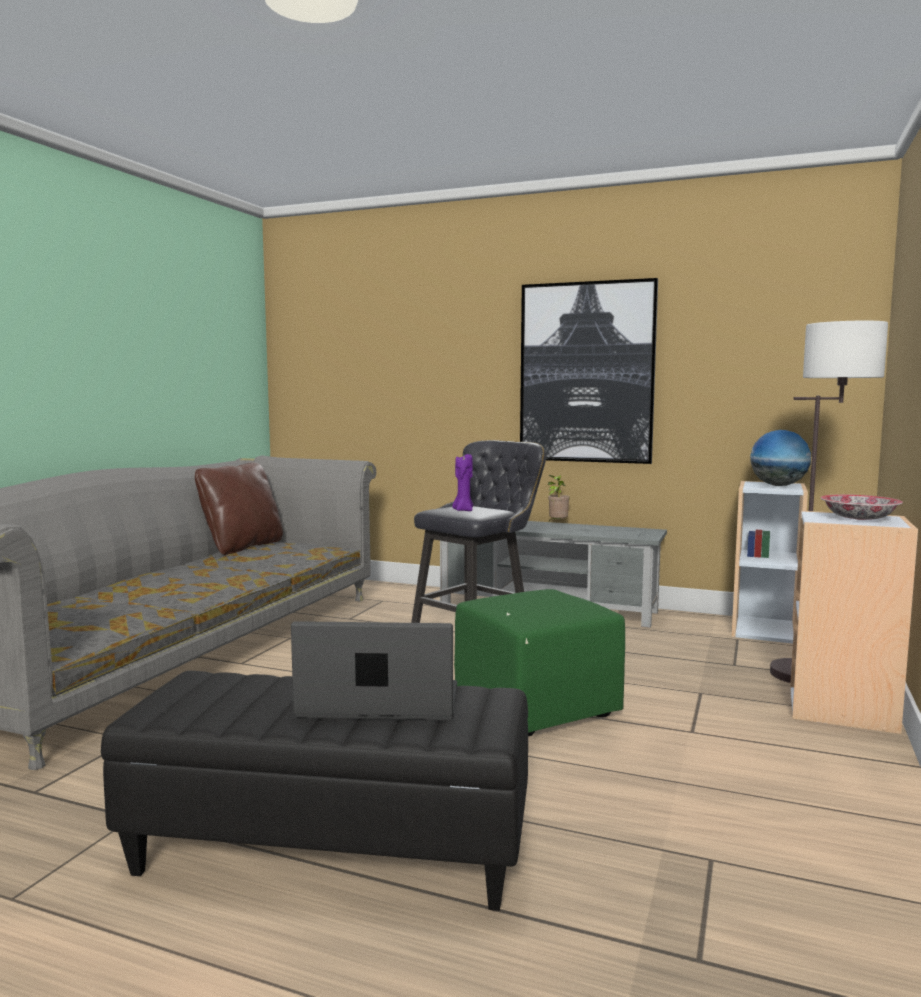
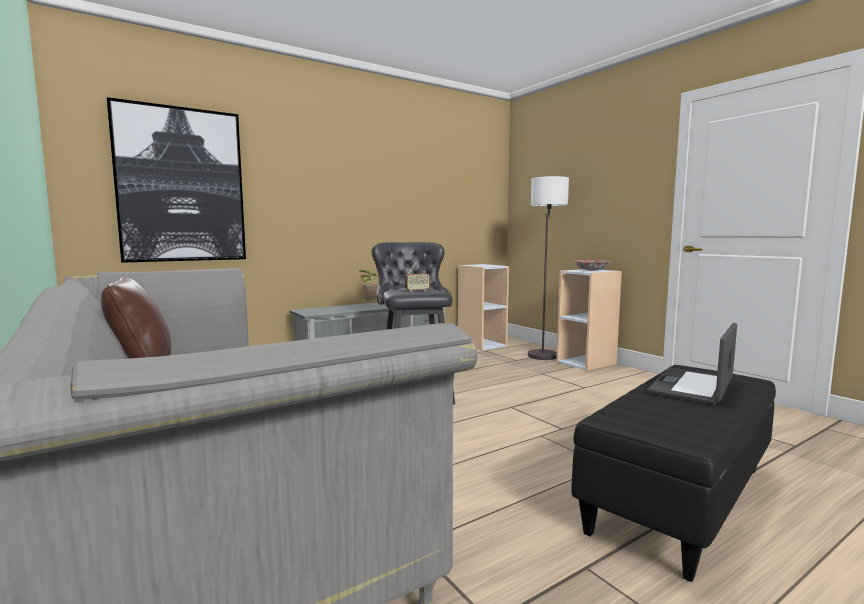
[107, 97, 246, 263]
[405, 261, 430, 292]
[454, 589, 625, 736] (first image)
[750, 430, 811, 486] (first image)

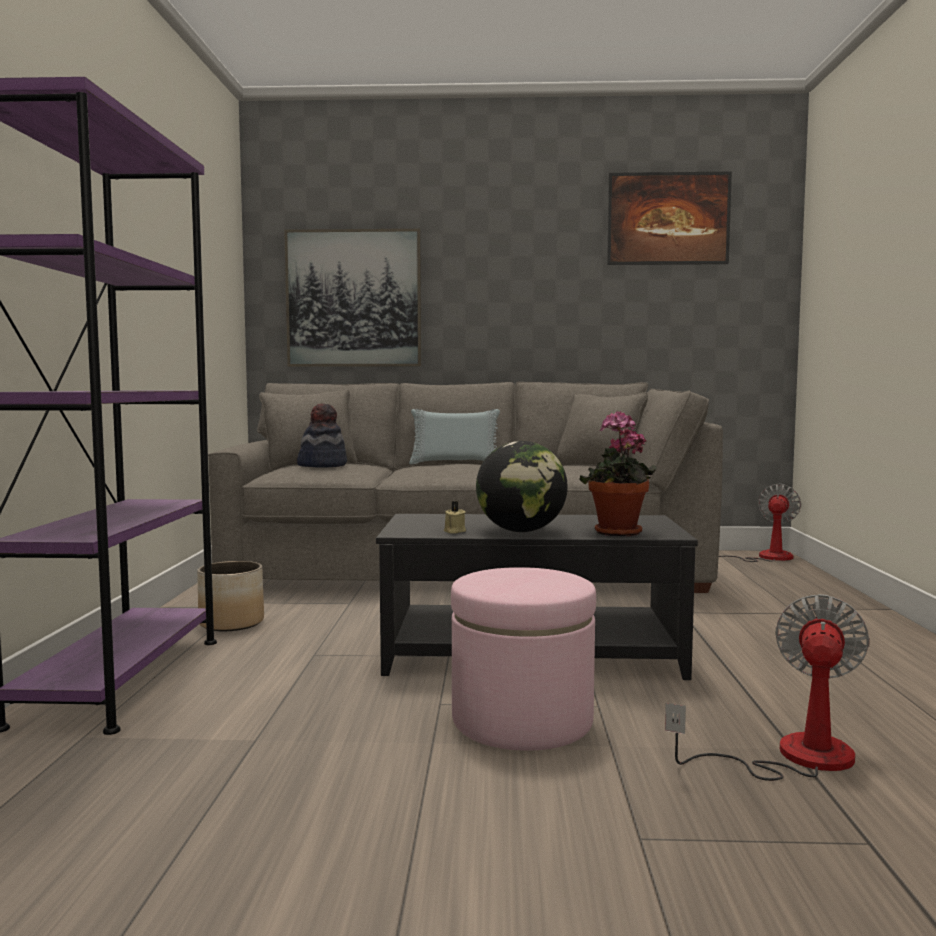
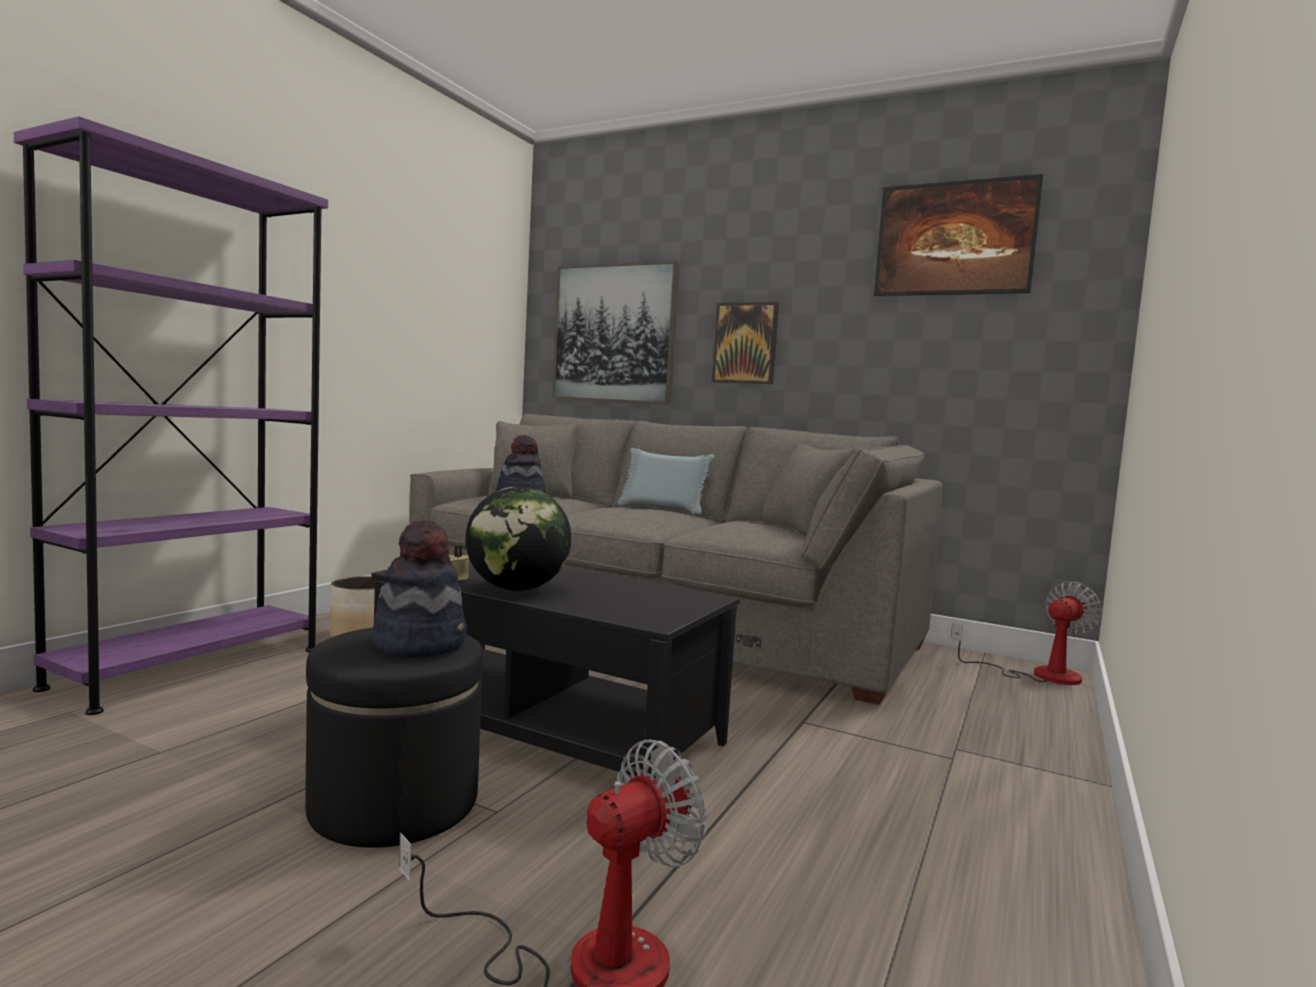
[305, 627, 484, 848]
[371, 519, 467, 658]
[712, 302, 779, 384]
[579, 411, 657, 536] (first image)

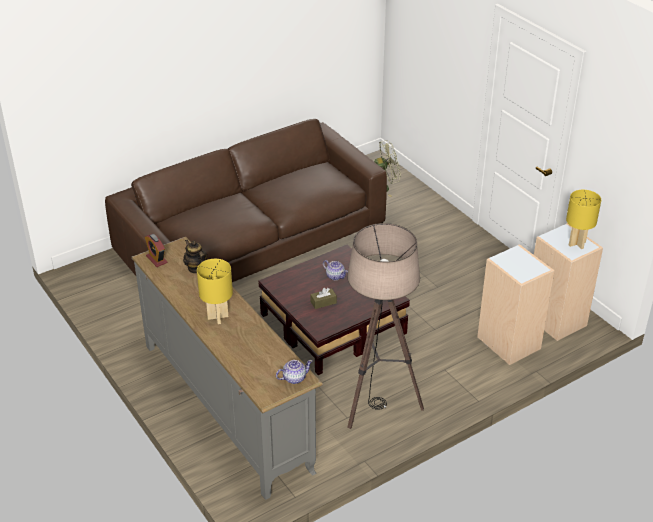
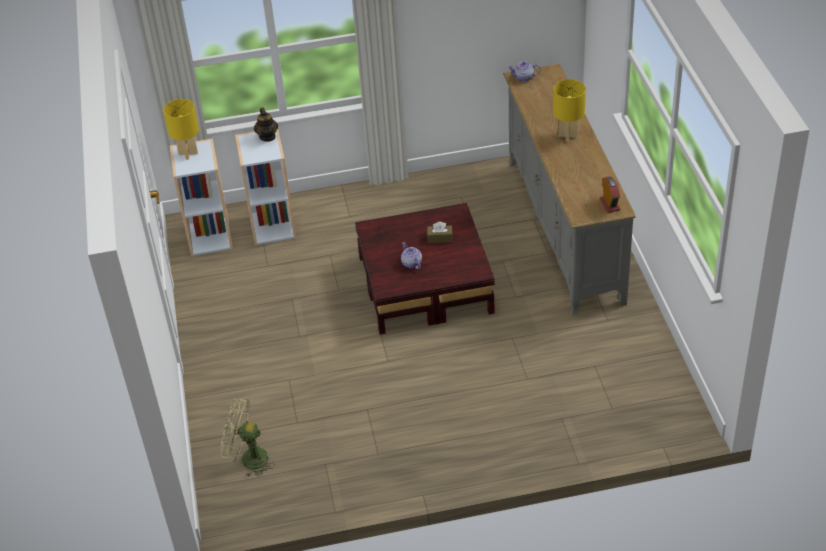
[254, 107, 278, 142]
[105, 119, 387, 282] (first image)
[347, 223, 424, 429] (first image)

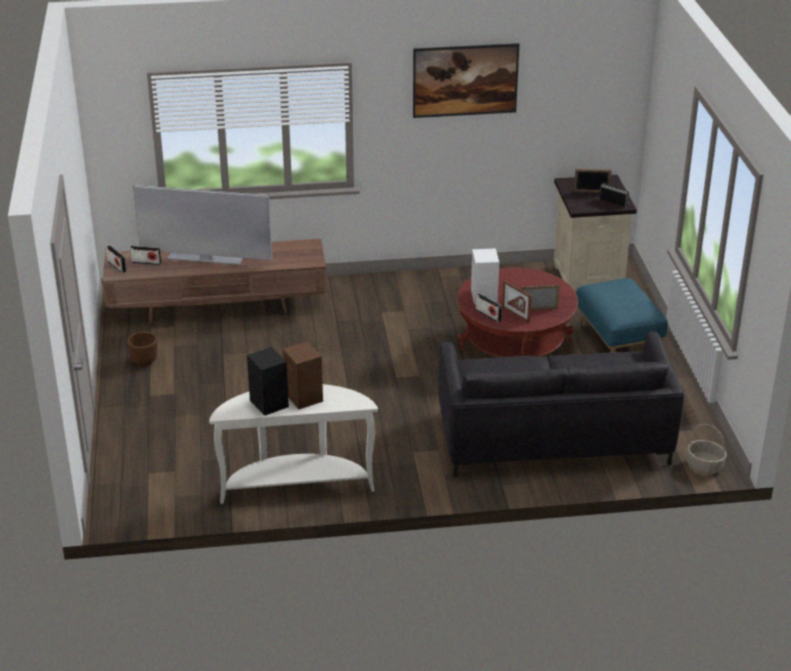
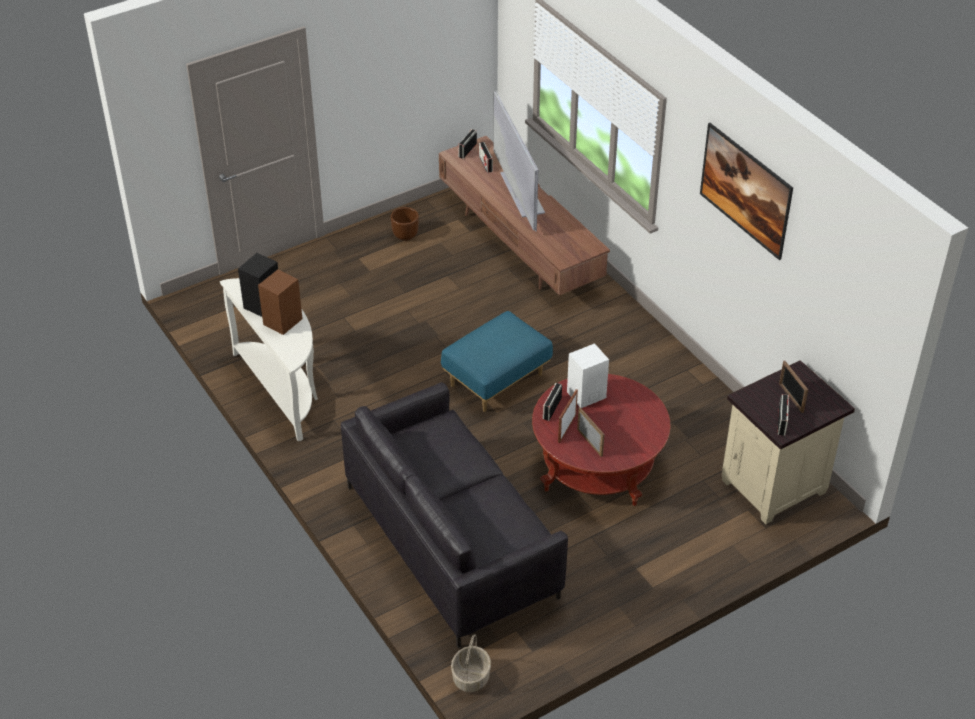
[441, 311, 553, 412]

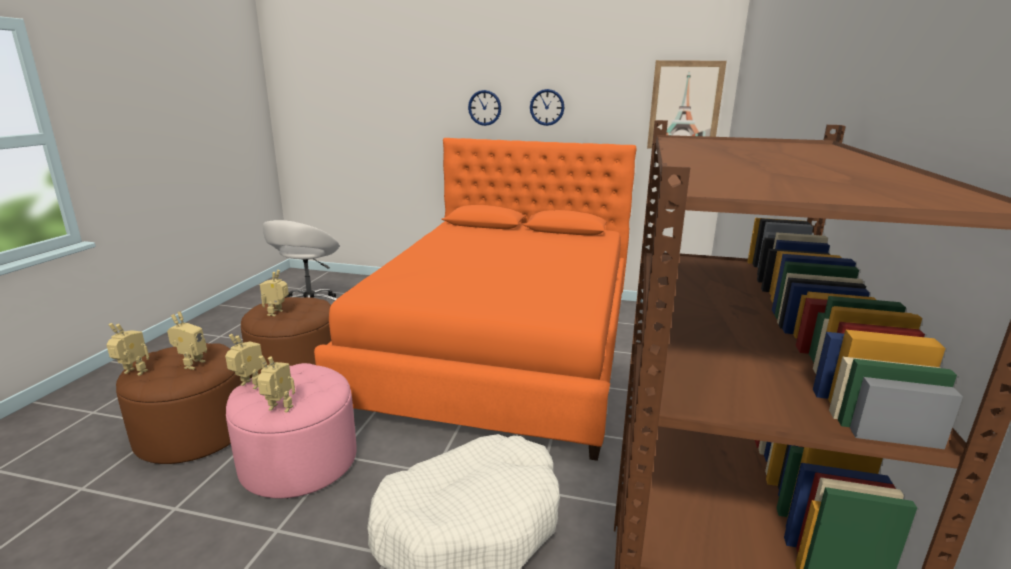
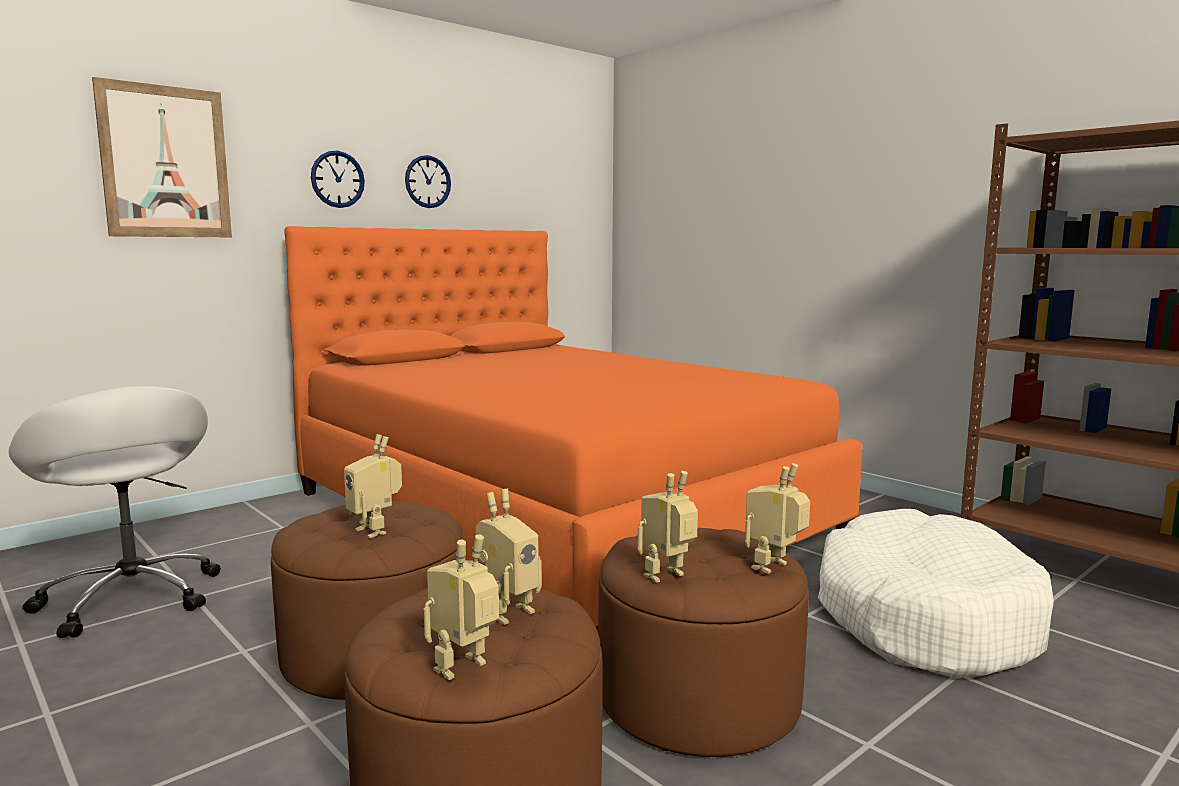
[92, 77, 232, 237]
[476, 489, 542, 625]
[598, 528, 809, 757]

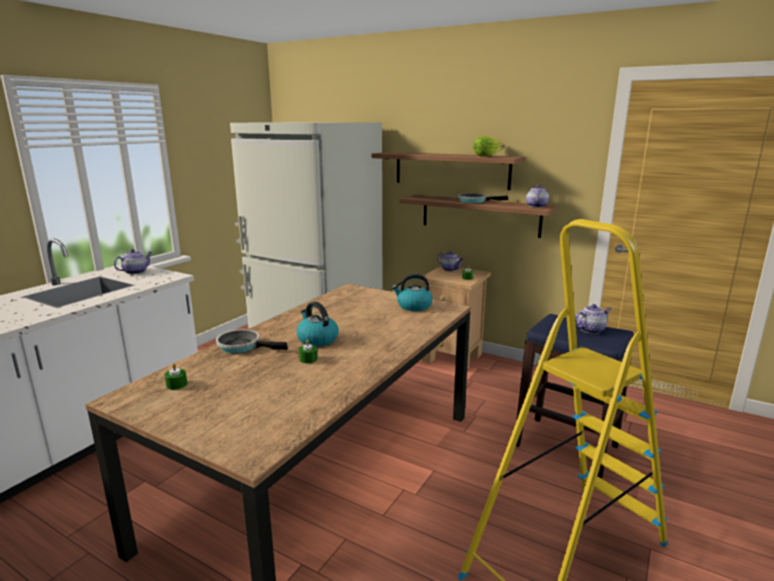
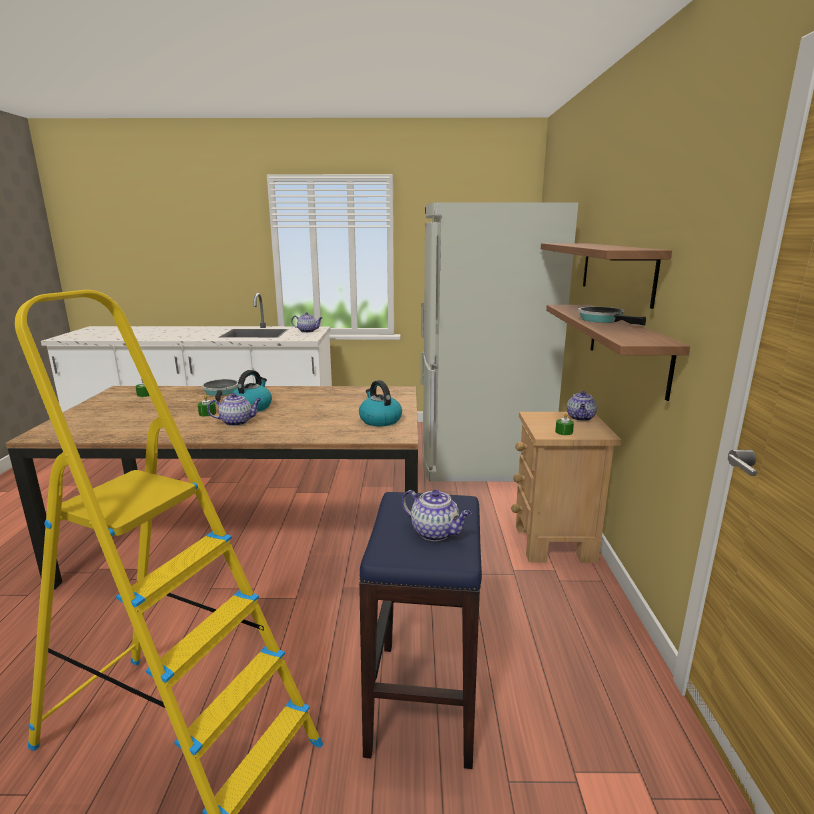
[207, 393, 262, 426]
[473, 136, 503, 157] (first image)

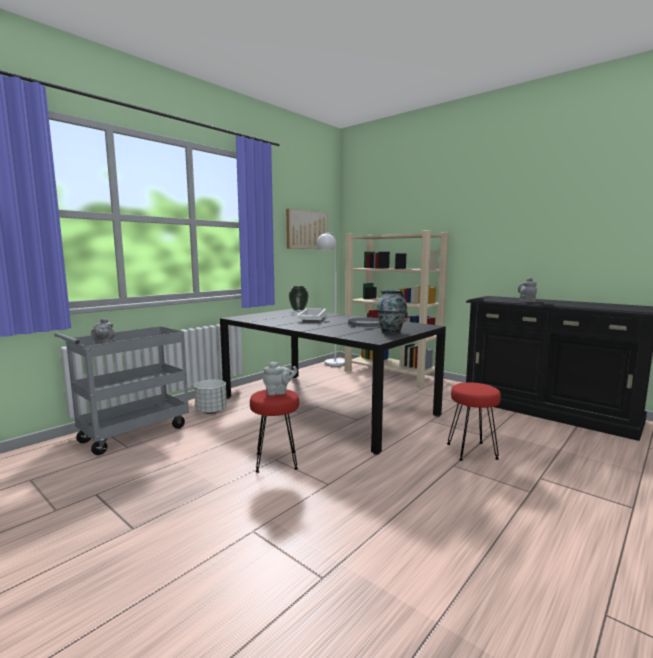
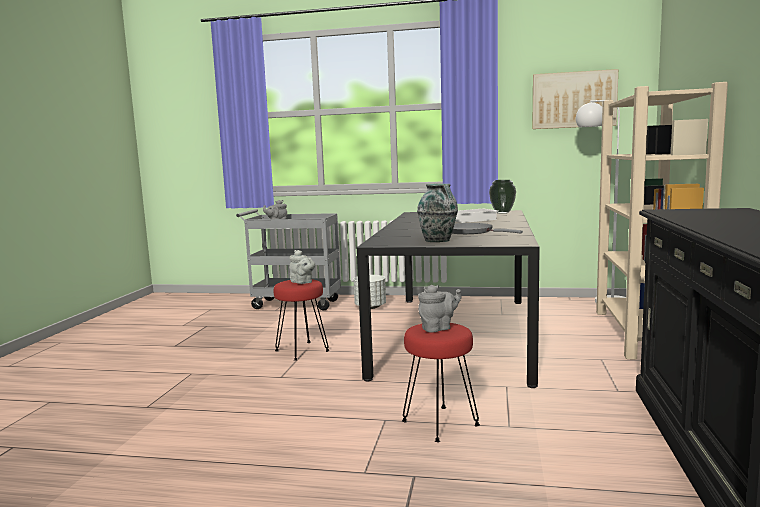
[418, 285, 462, 332]

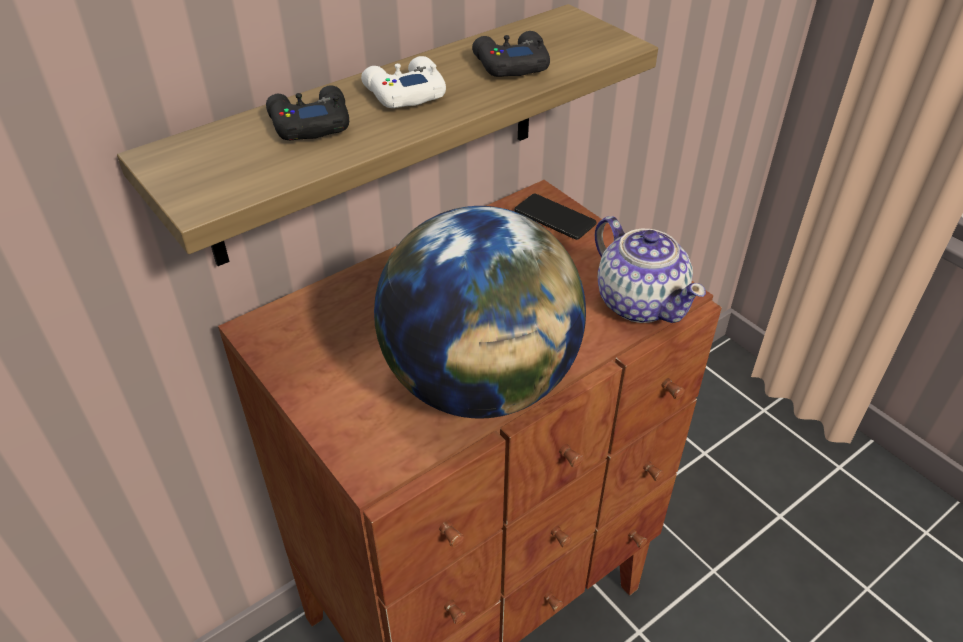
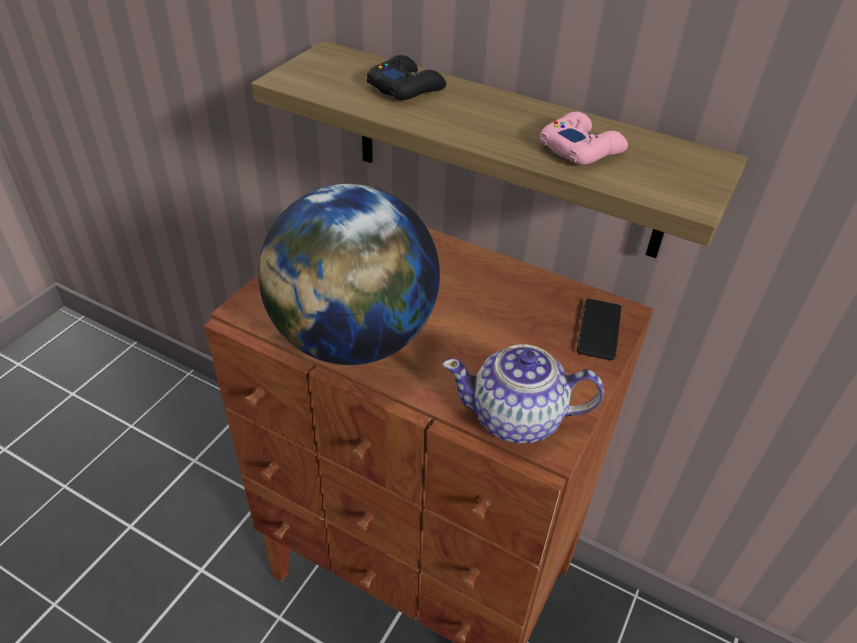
[442, 345, 604, 443]
[540, 112, 628, 165]
[361, 56, 446, 108] (first image)

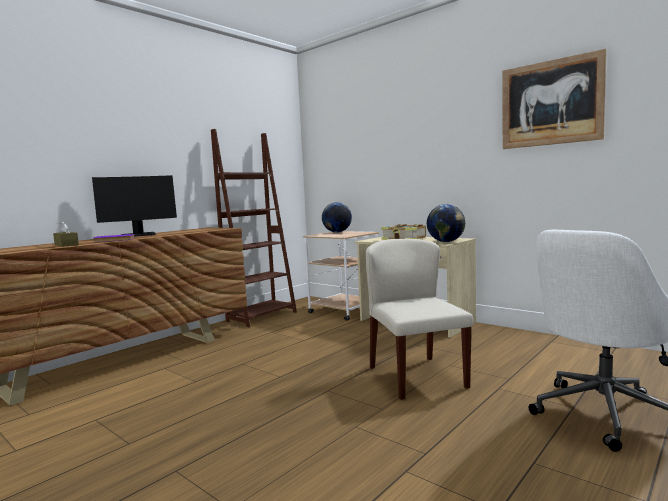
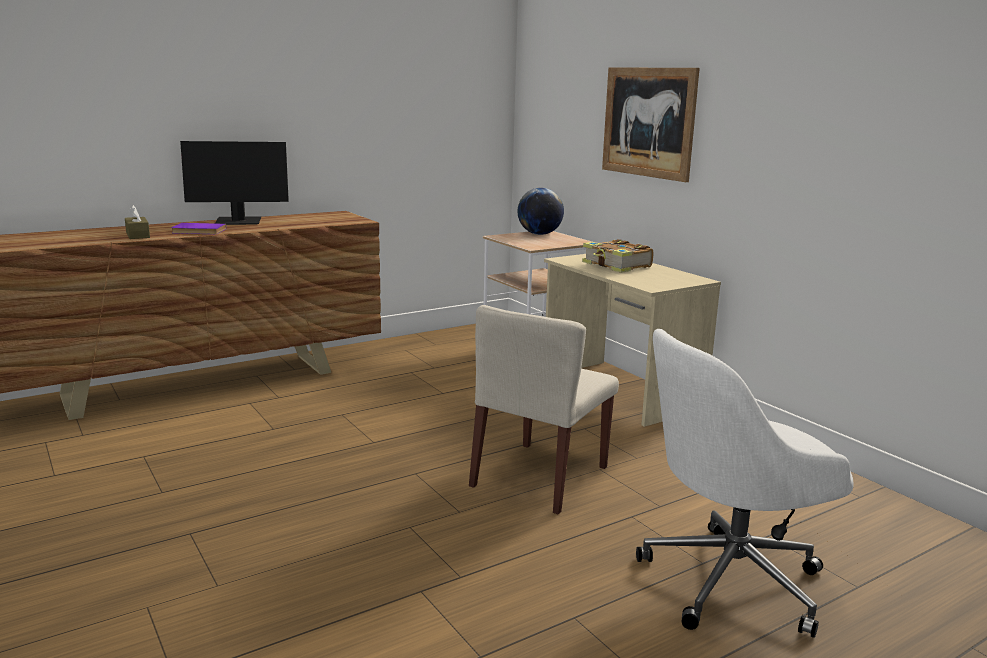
[469, 305, 619, 514]
[602, 68, 700, 182]
[211, 129, 297, 327] (first image)
[427, 204, 465, 242] (first image)

